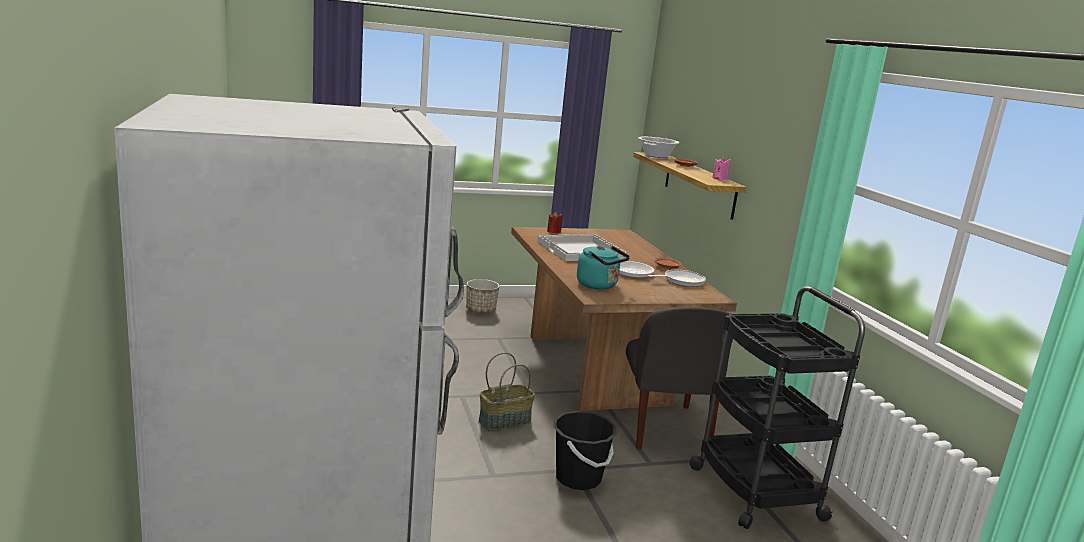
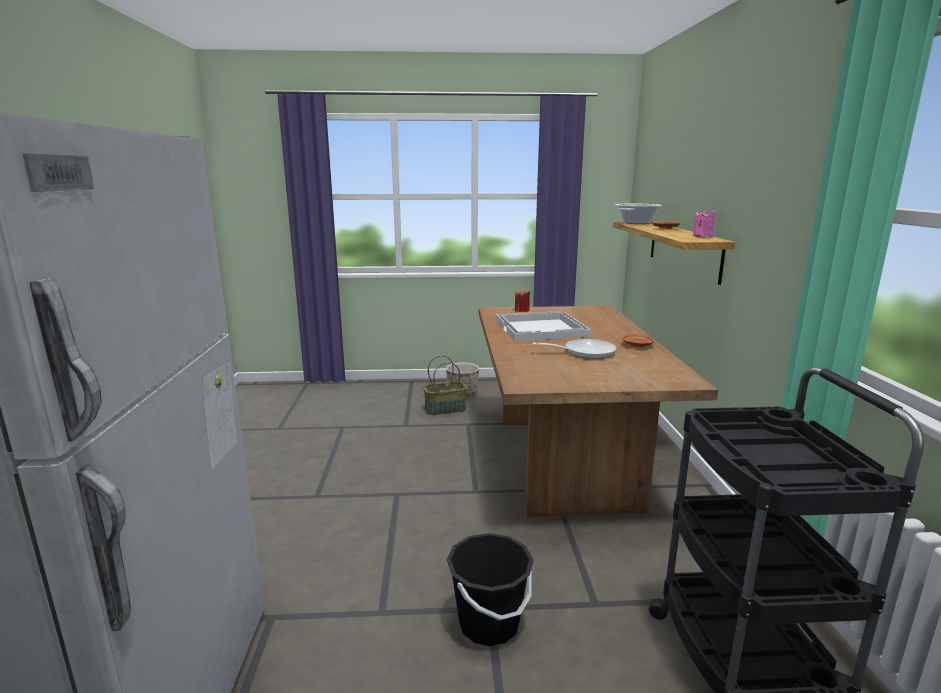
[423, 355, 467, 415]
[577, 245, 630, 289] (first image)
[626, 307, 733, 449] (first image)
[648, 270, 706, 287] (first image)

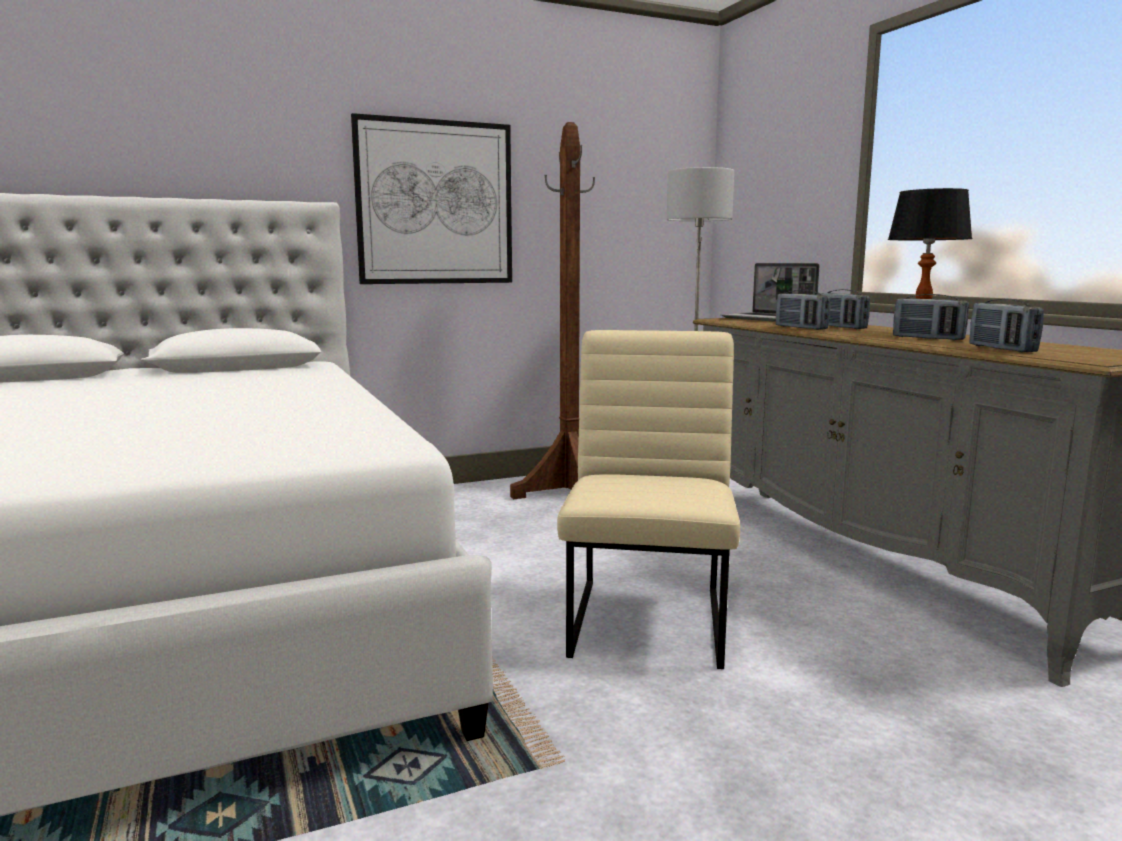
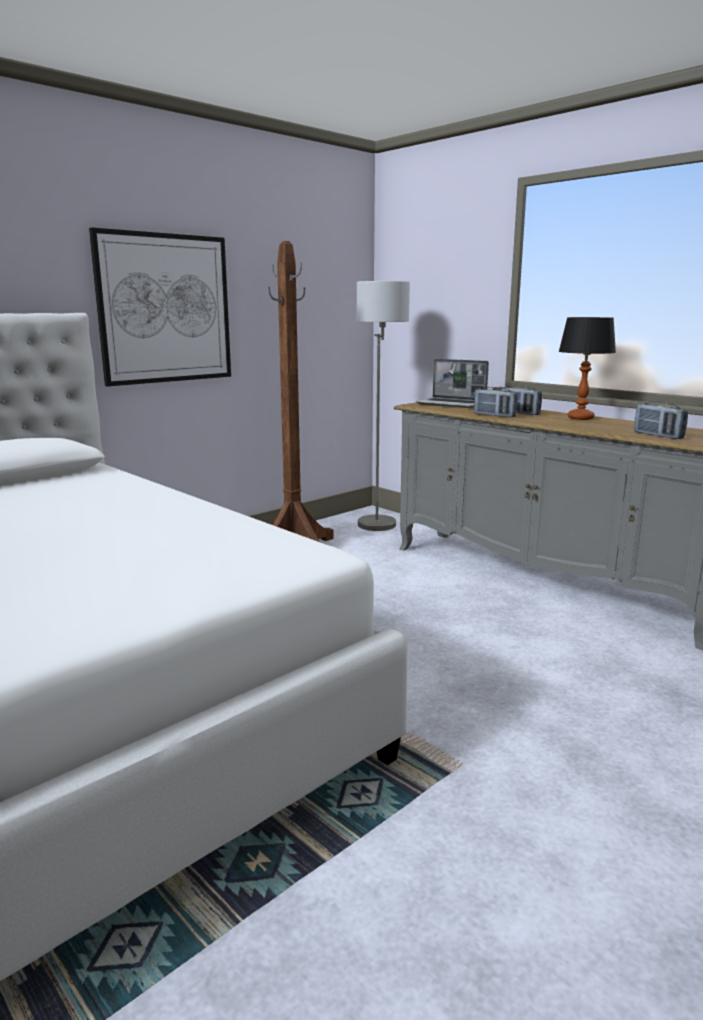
[557, 330, 740, 669] (first image)
[893, 294, 969, 340] (first image)

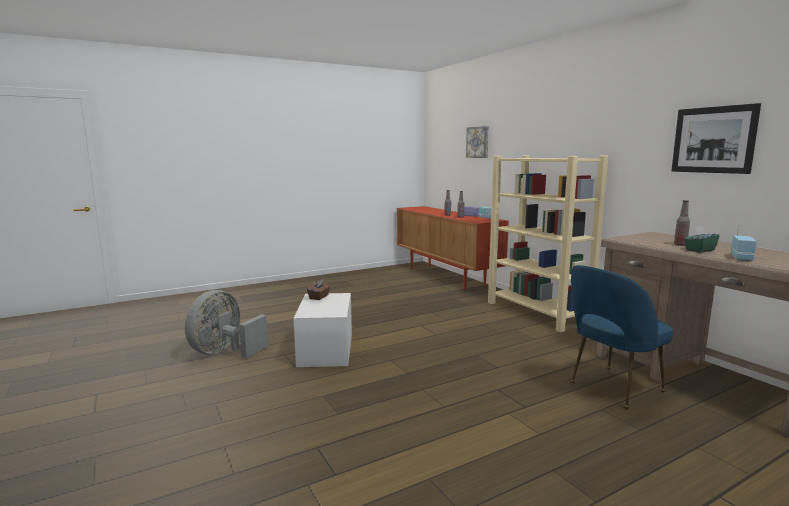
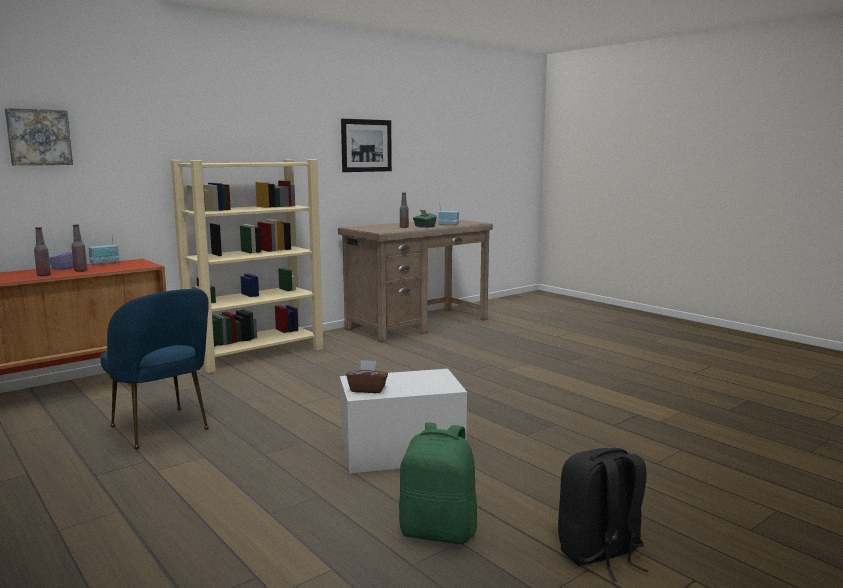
[101, 289, 209, 449]
[399, 423, 477, 544]
[558, 448, 648, 581]

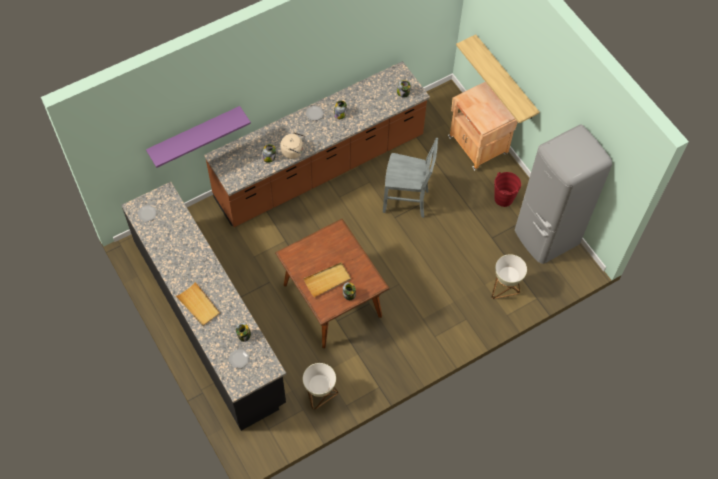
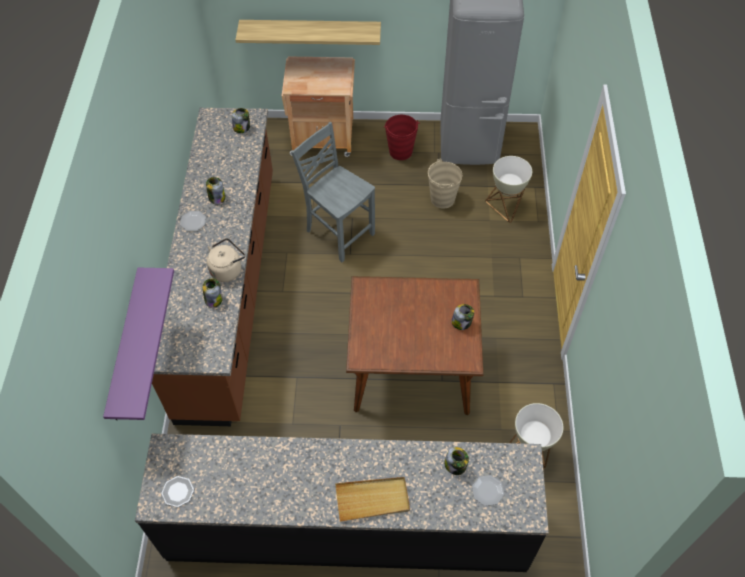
[291, 122, 375, 262]
[428, 159, 462, 209]
[303, 262, 351, 297] (first image)

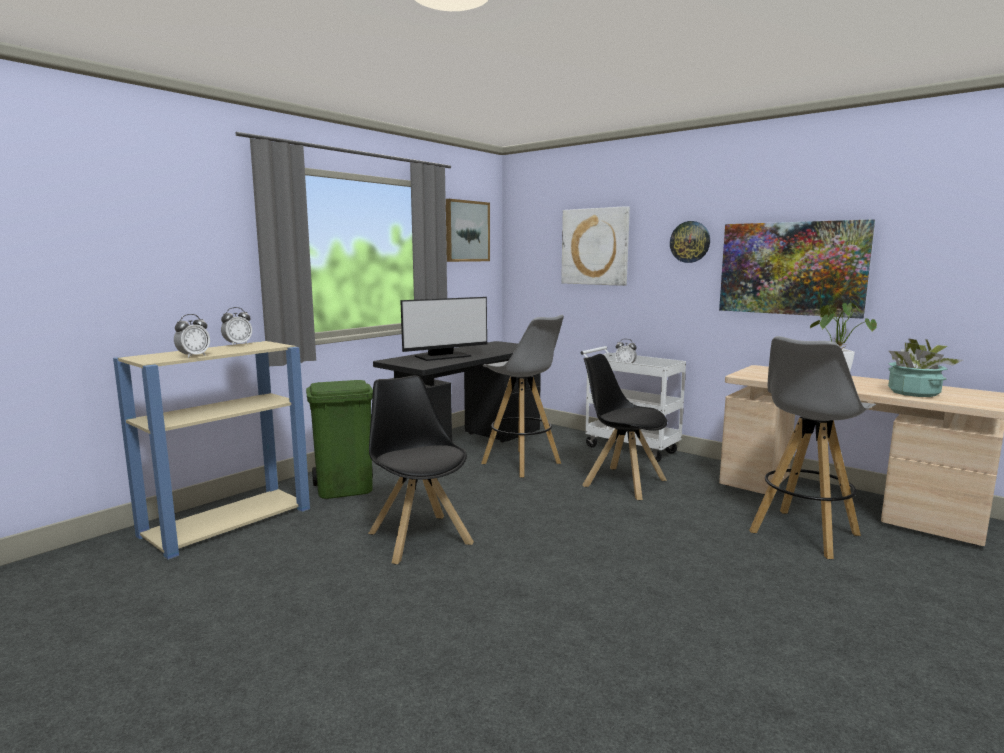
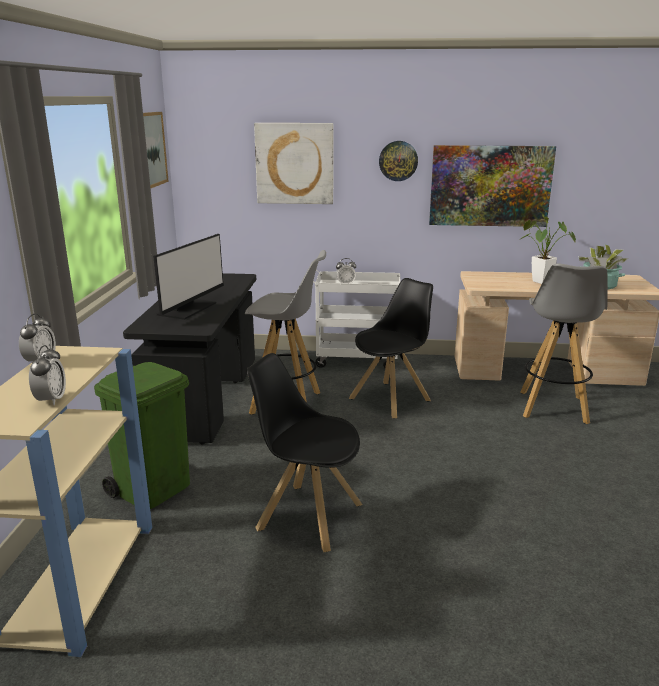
[349, 278, 433, 418]

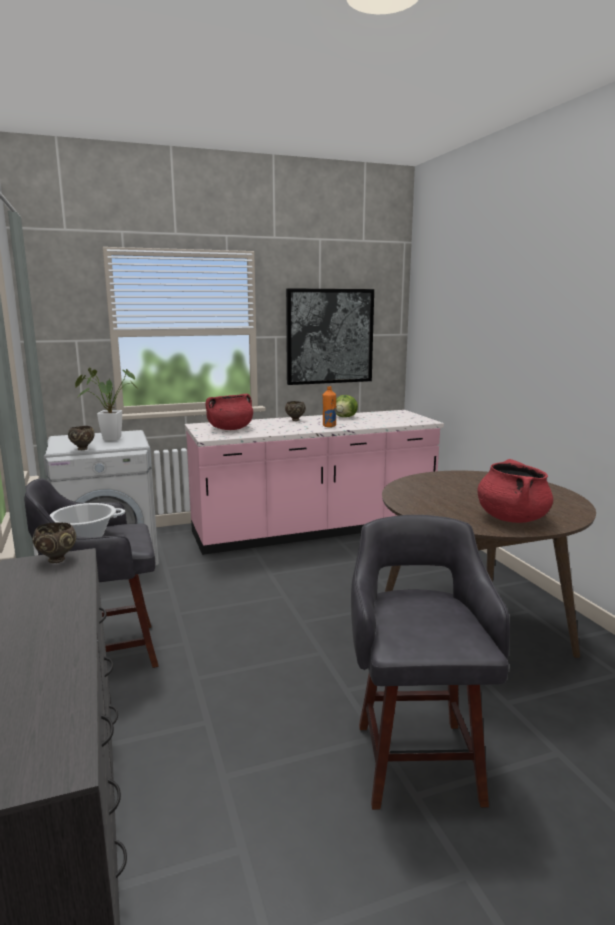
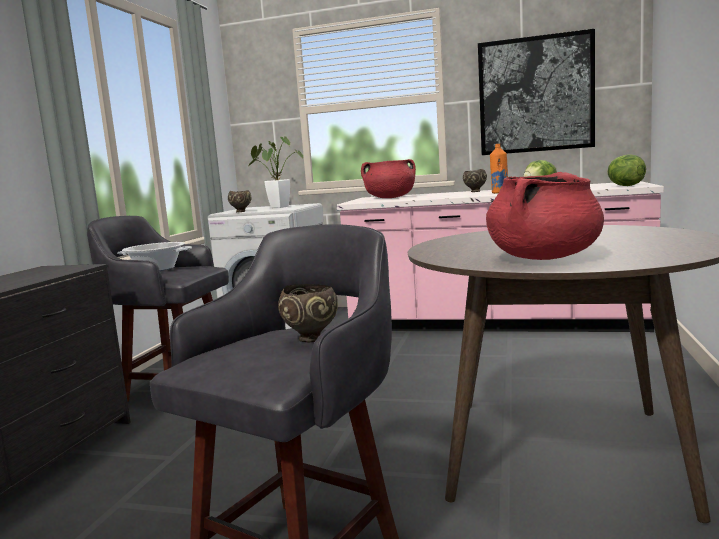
[278, 284, 338, 343]
[607, 154, 646, 186]

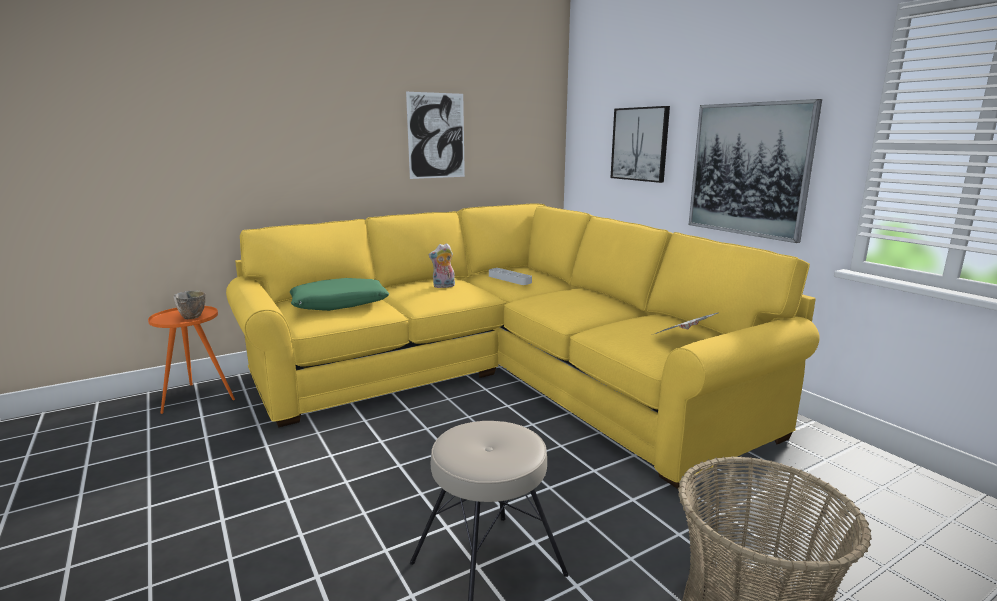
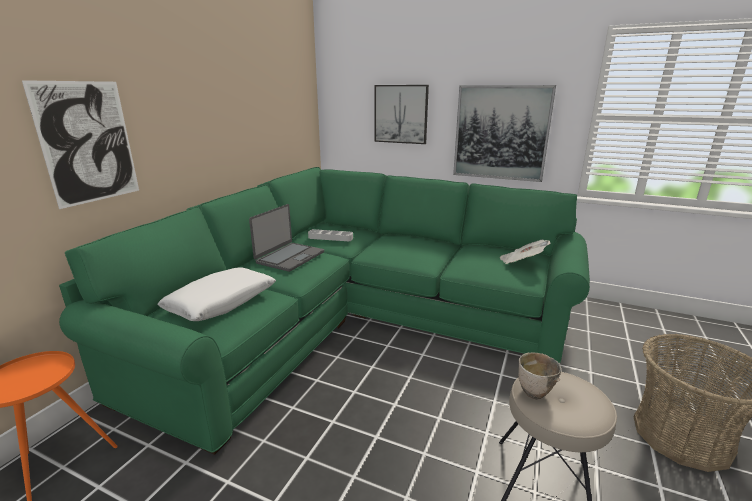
[22, 80, 139, 209]
[59, 167, 590, 455]
[157, 267, 276, 321]
[249, 204, 324, 272]
[518, 352, 561, 399]

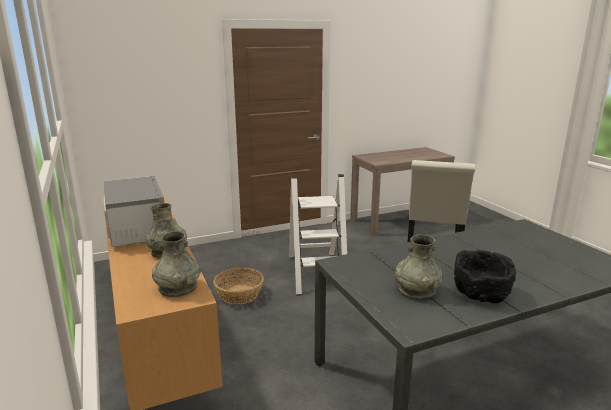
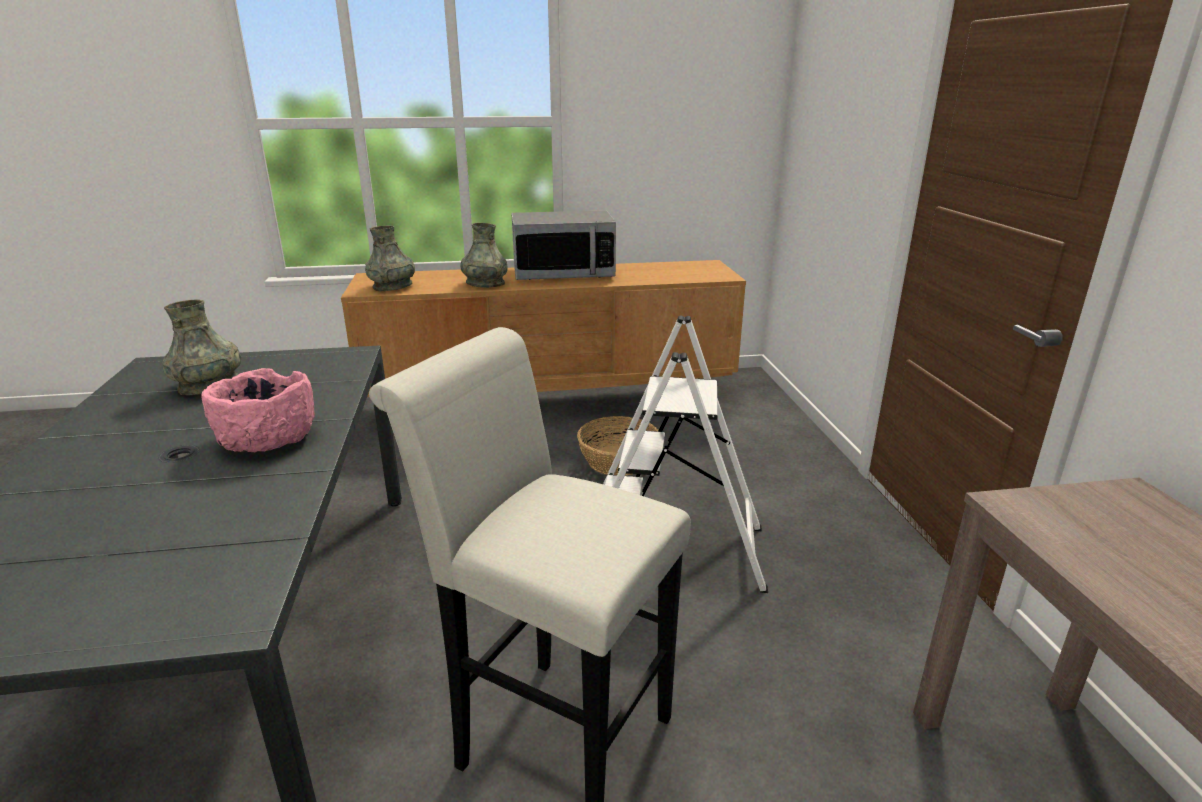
[201, 368, 315, 452]
[454, 250, 516, 303] (first image)

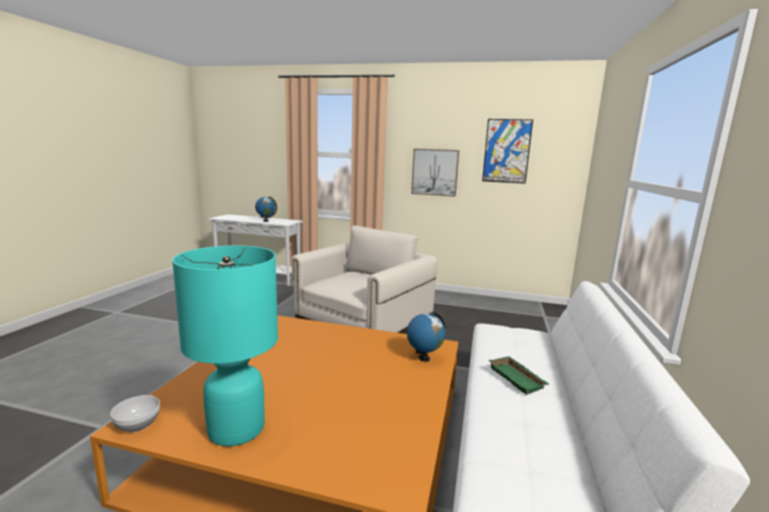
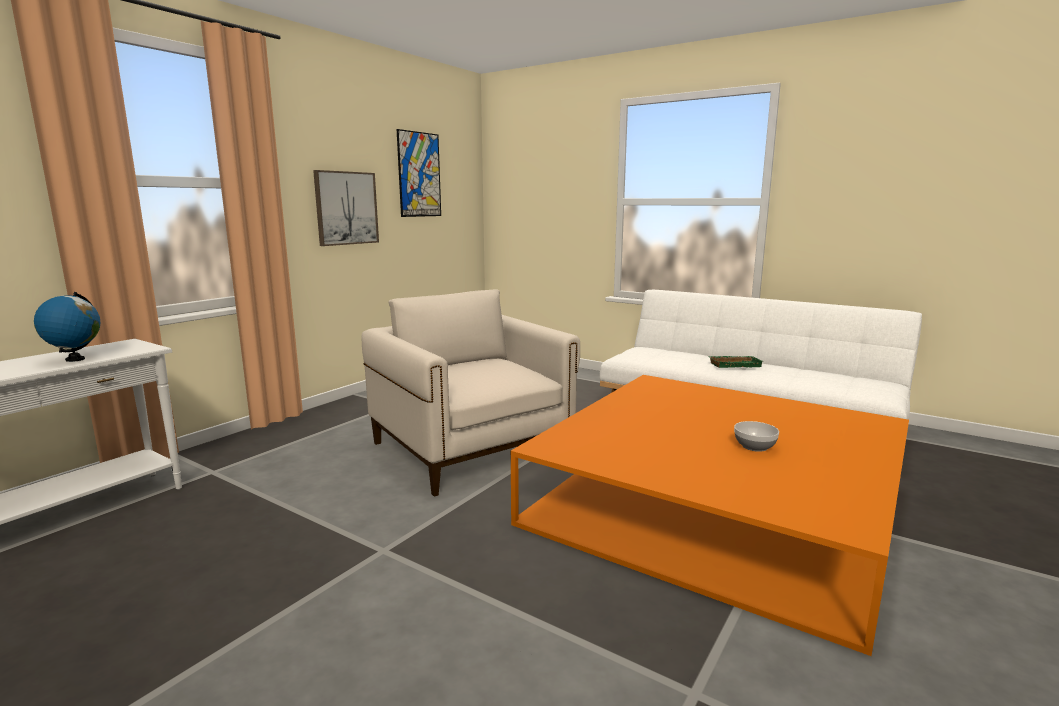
[734, 421, 779, 452]
[172, 246, 278, 446] (first image)
[407, 312, 445, 362] (first image)

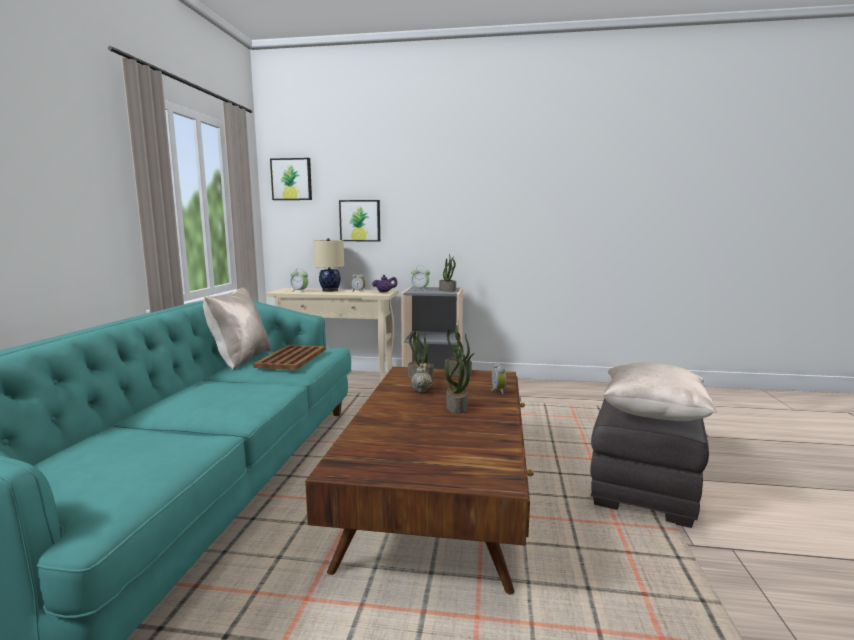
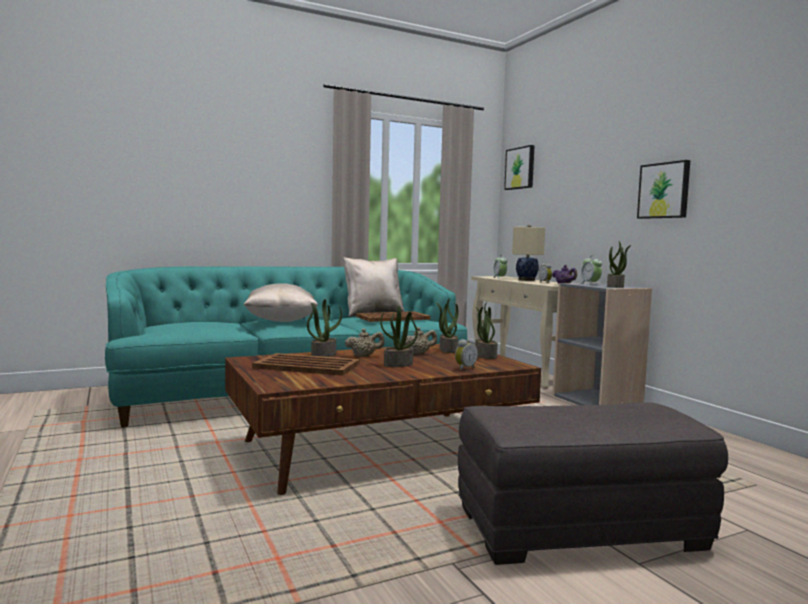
[243, 283, 318, 322]
[252, 353, 360, 376]
[307, 299, 342, 357]
[345, 329, 384, 357]
[637, 160, 690, 219]

